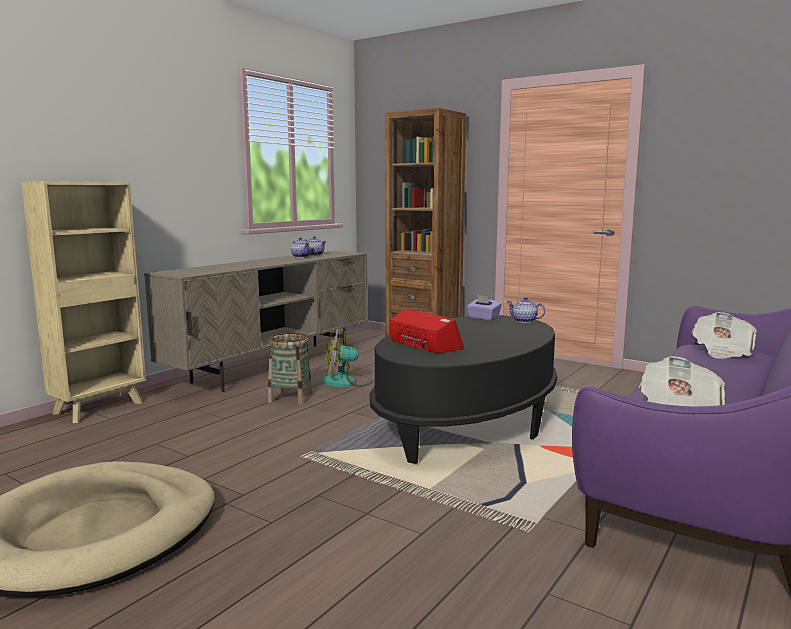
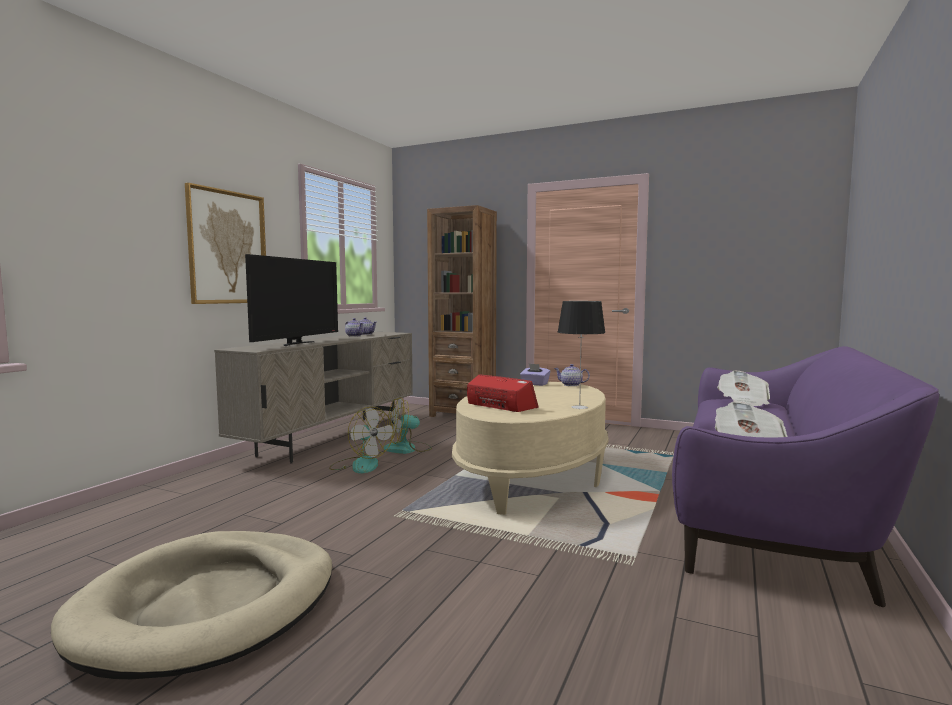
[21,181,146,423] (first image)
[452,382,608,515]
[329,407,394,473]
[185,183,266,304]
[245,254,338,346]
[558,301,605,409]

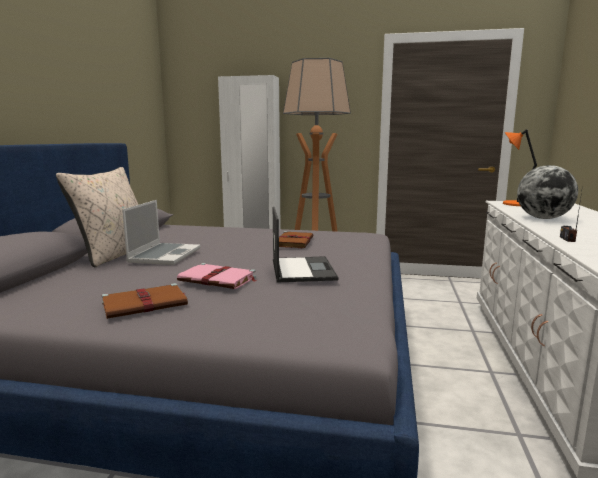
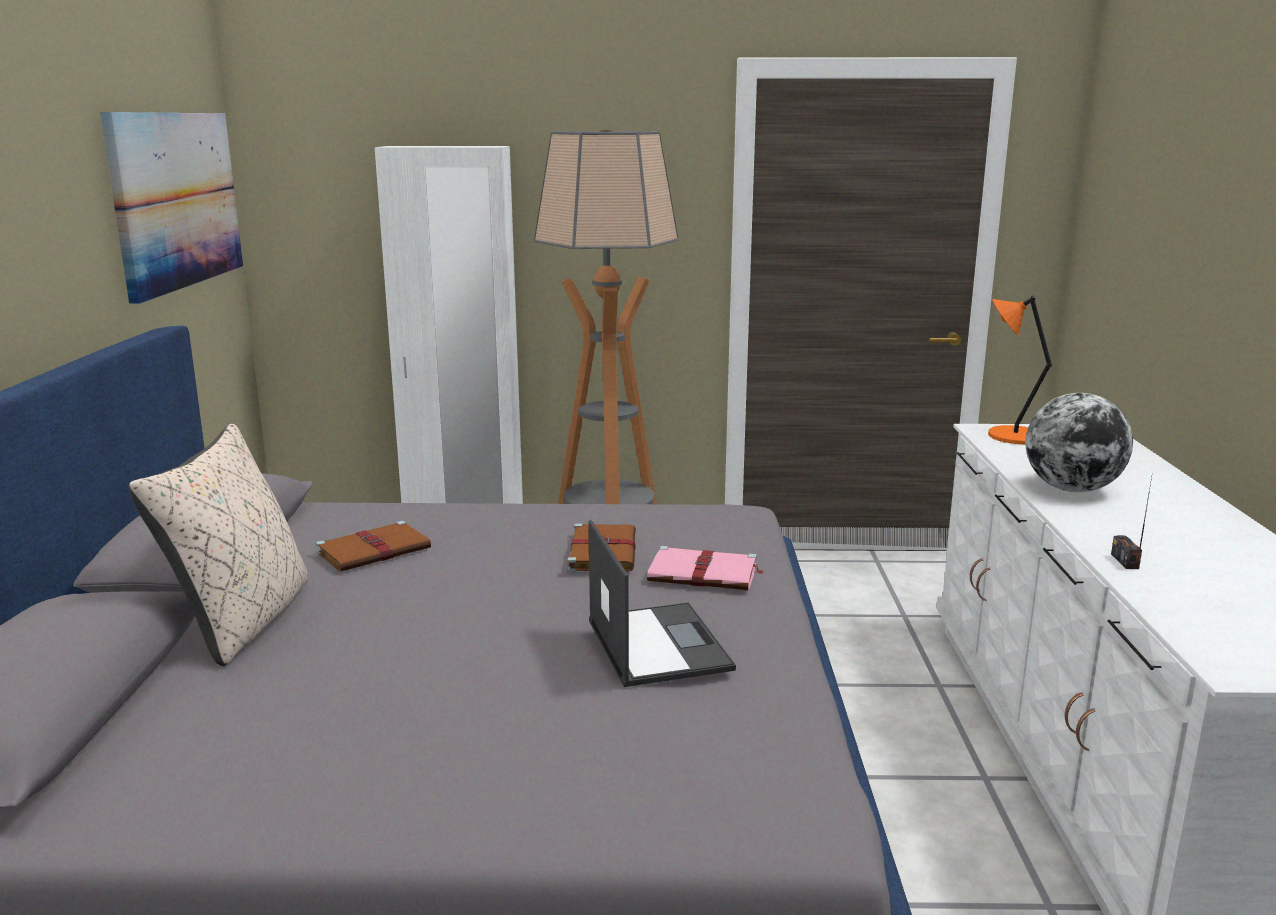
[122,200,201,265] (first image)
[647,546,764,590]
[315,521,431,572]
[100,112,243,304]

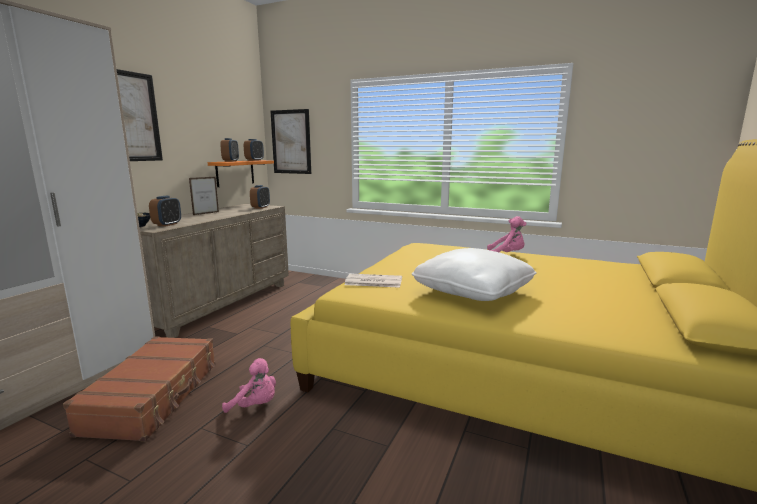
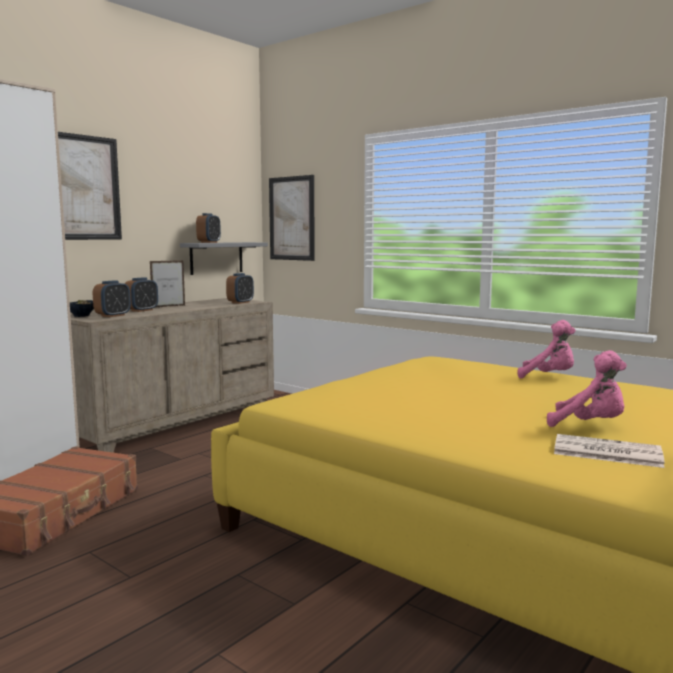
[125,277,158,312]
[180,242,268,275]
[412,248,537,301] (first image)
[554,434,665,468]
[547,350,627,427]

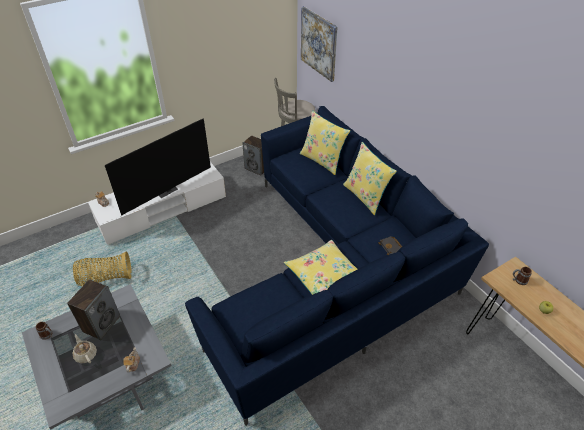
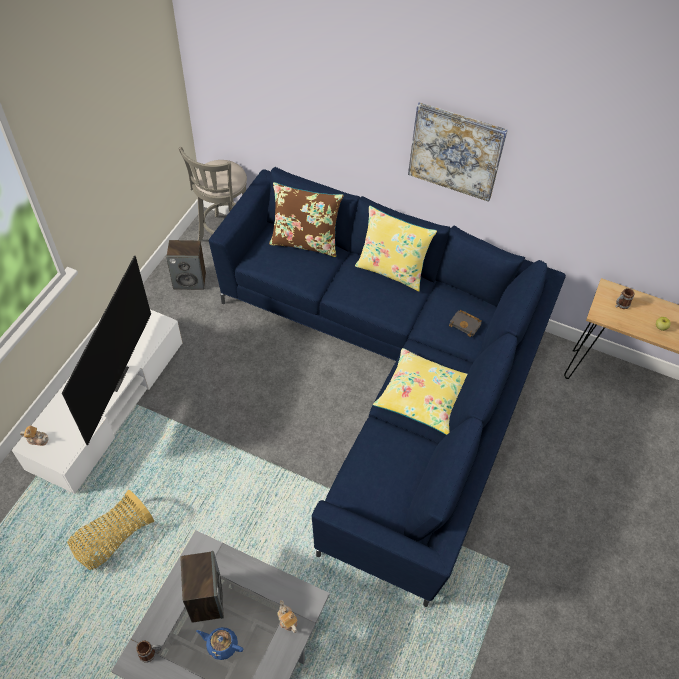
[408,102,508,202]
[269,182,344,257]
[196,627,243,660]

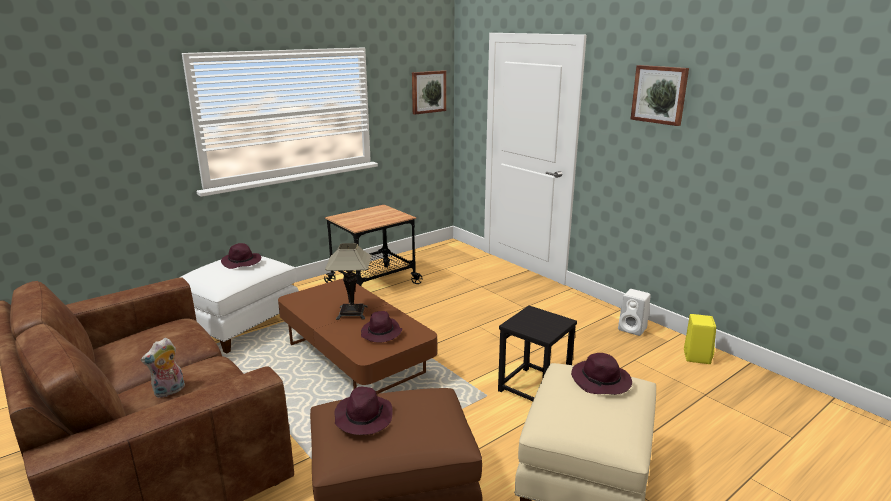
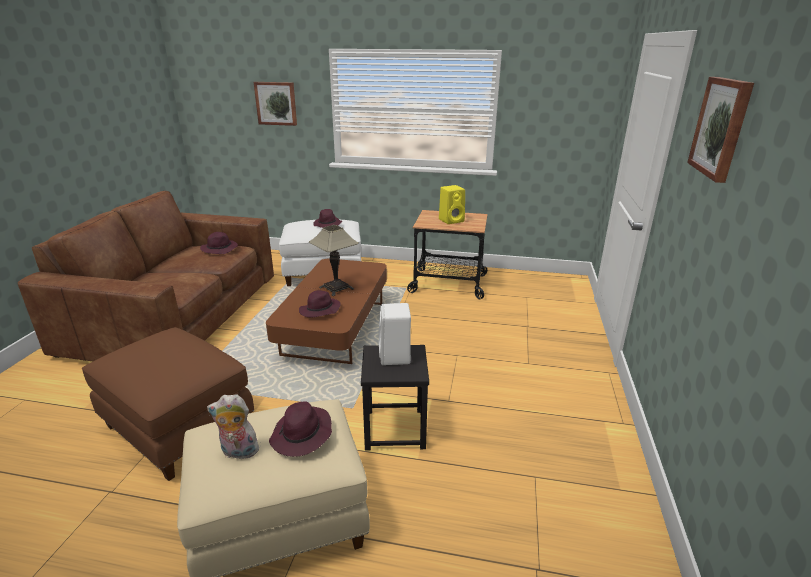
[254,82,297,126]
[379,303,411,365]
[439,185,465,224]
[207,394,259,462]
[200,232,238,254]

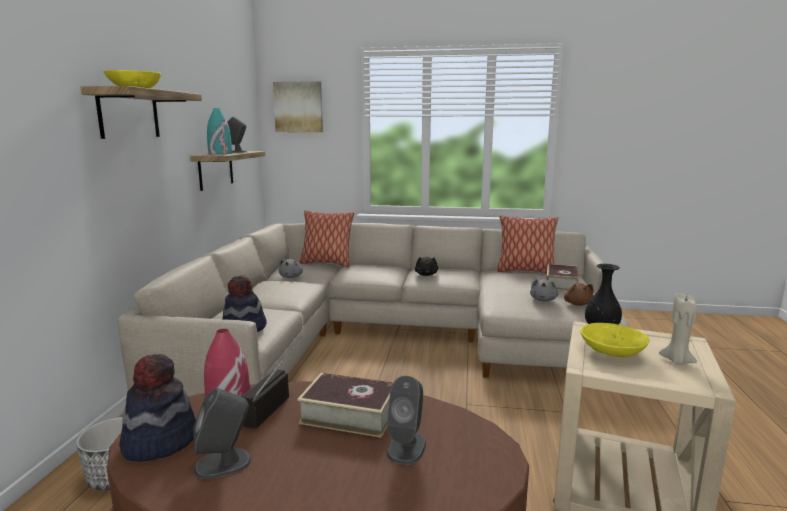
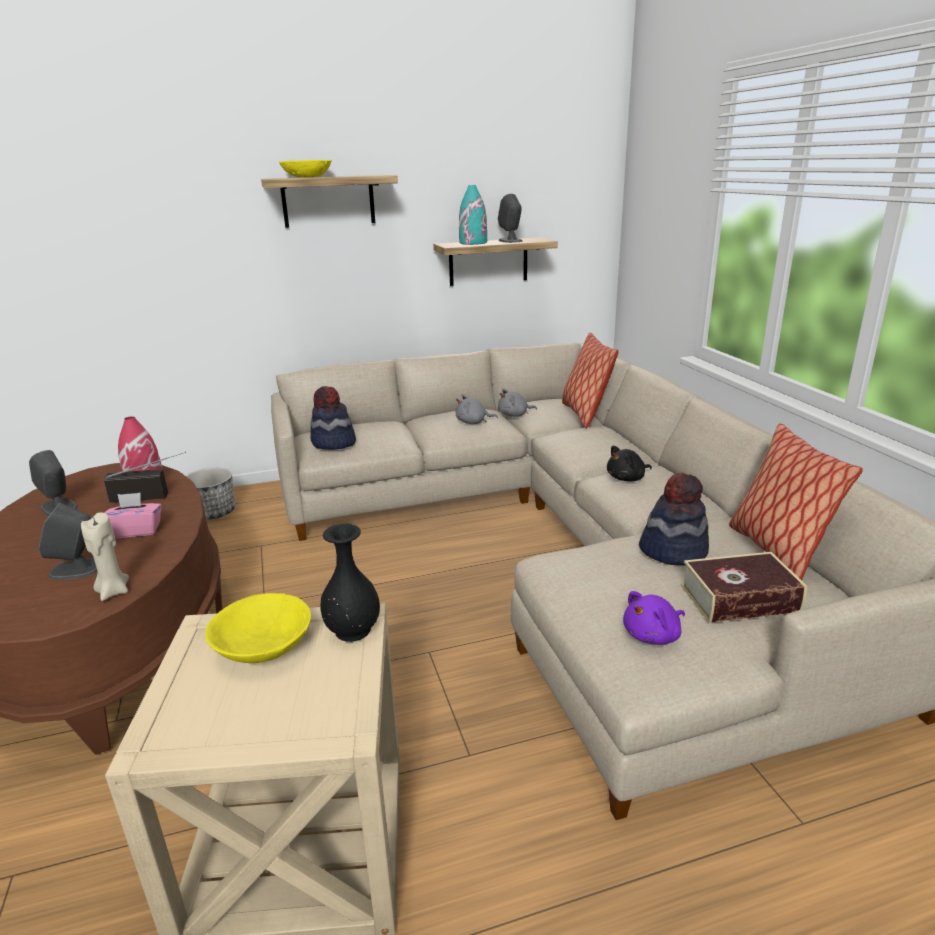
[273,81,323,132] (first image)
[456,394,498,424]
[623,591,685,645]
[81,512,129,601]
[639,473,709,566]
[104,493,162,539]

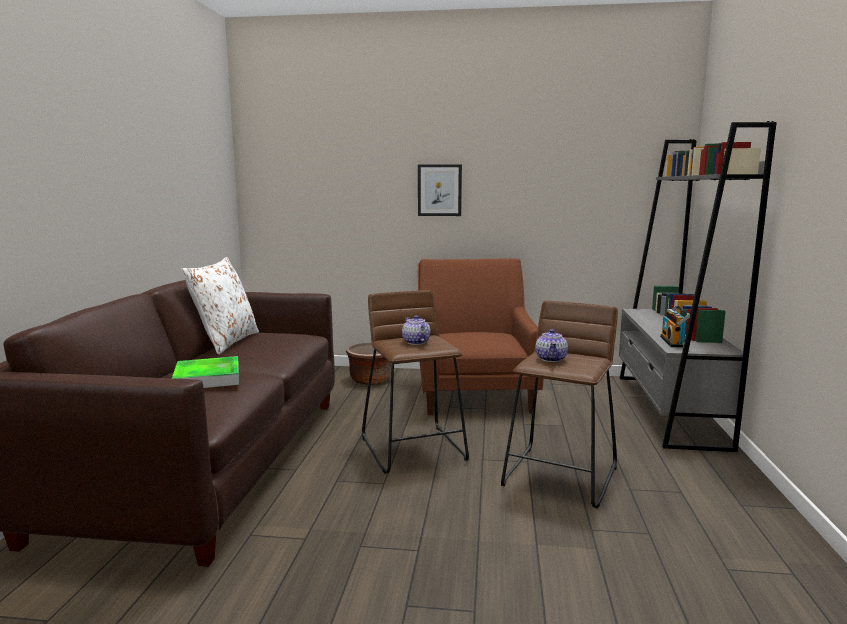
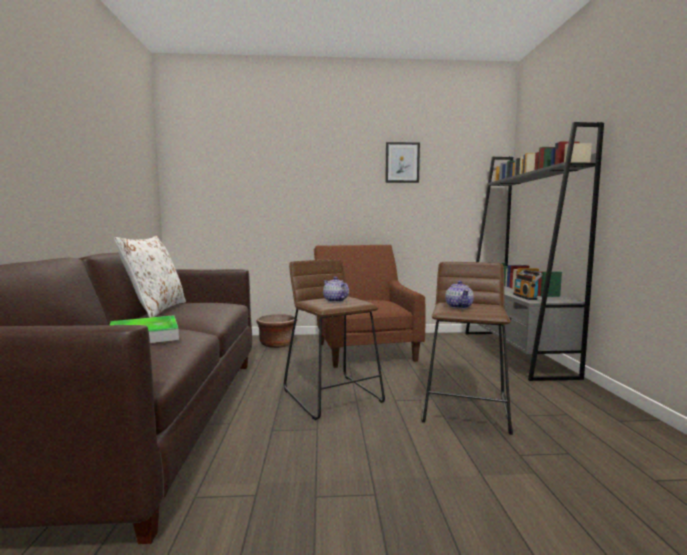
[385,142,420,183]

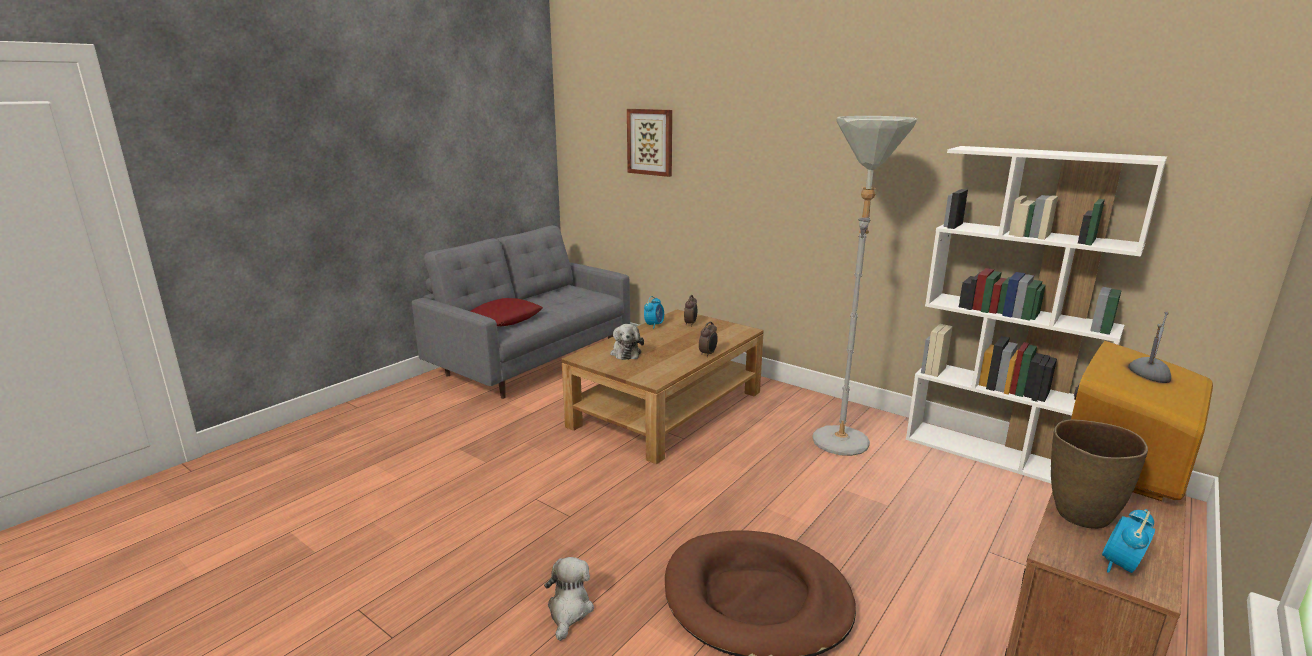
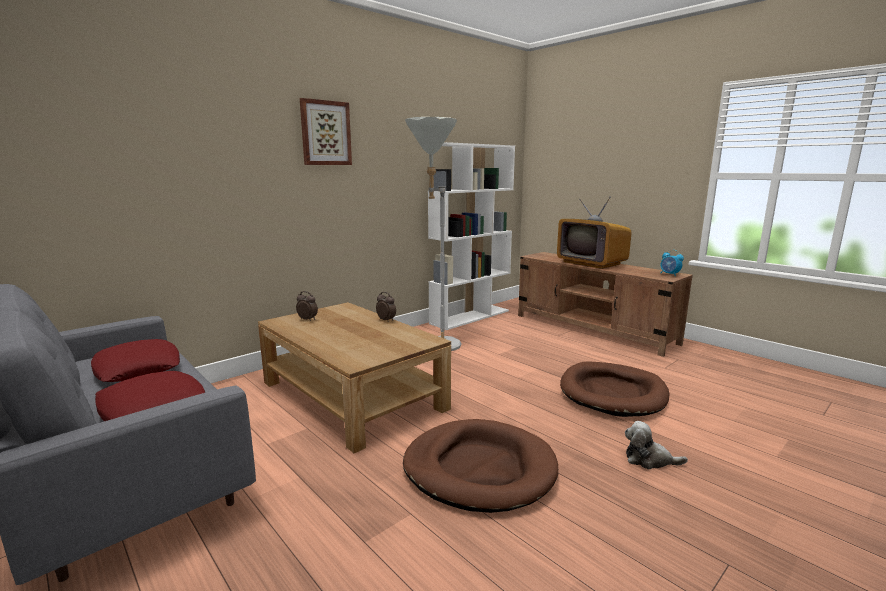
[300,98,352,165]
[644,296,664,329] (first image)
[610,324,644,360] (first image)
[1051,419,1148,529] (first image)
[91,339,180,382]
[403,419,558,513]

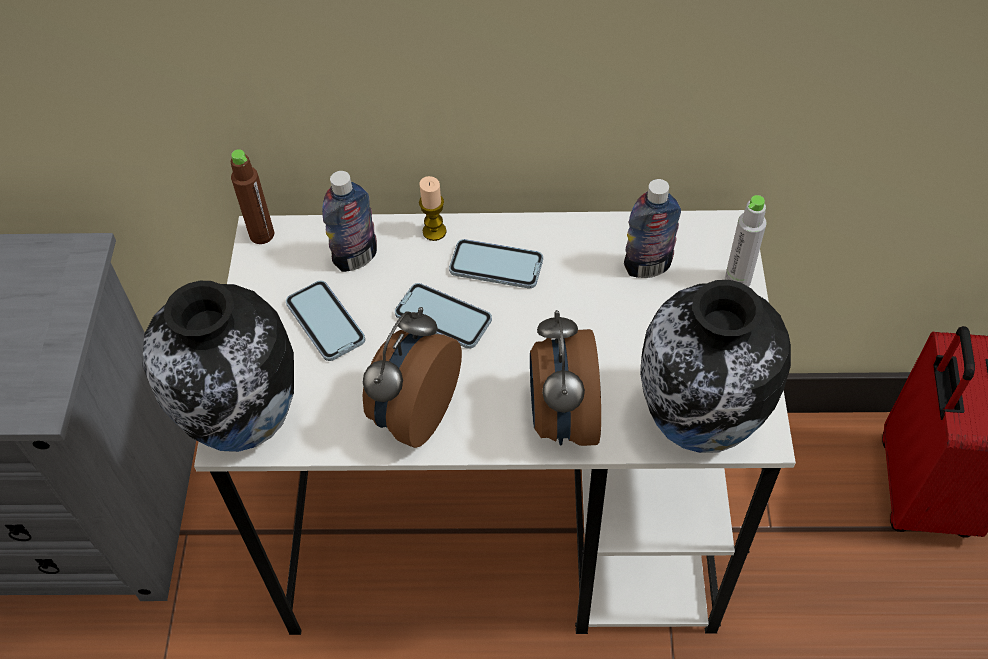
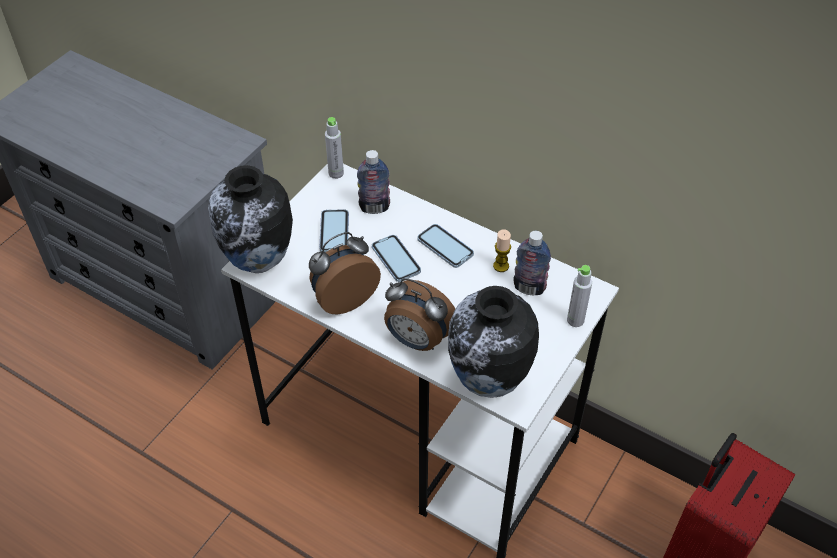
[325,117,344,179]
[493,229,511,272]
[384,278,455,351]

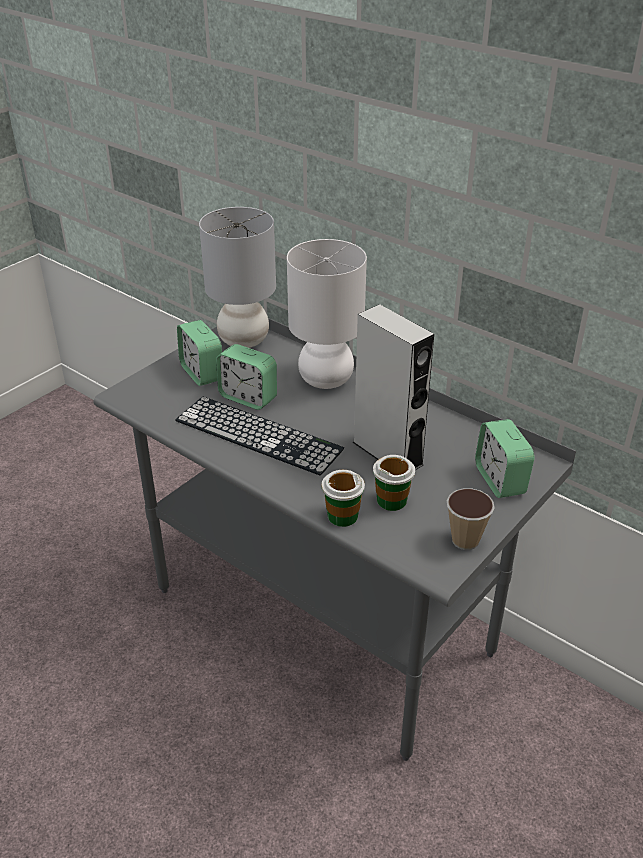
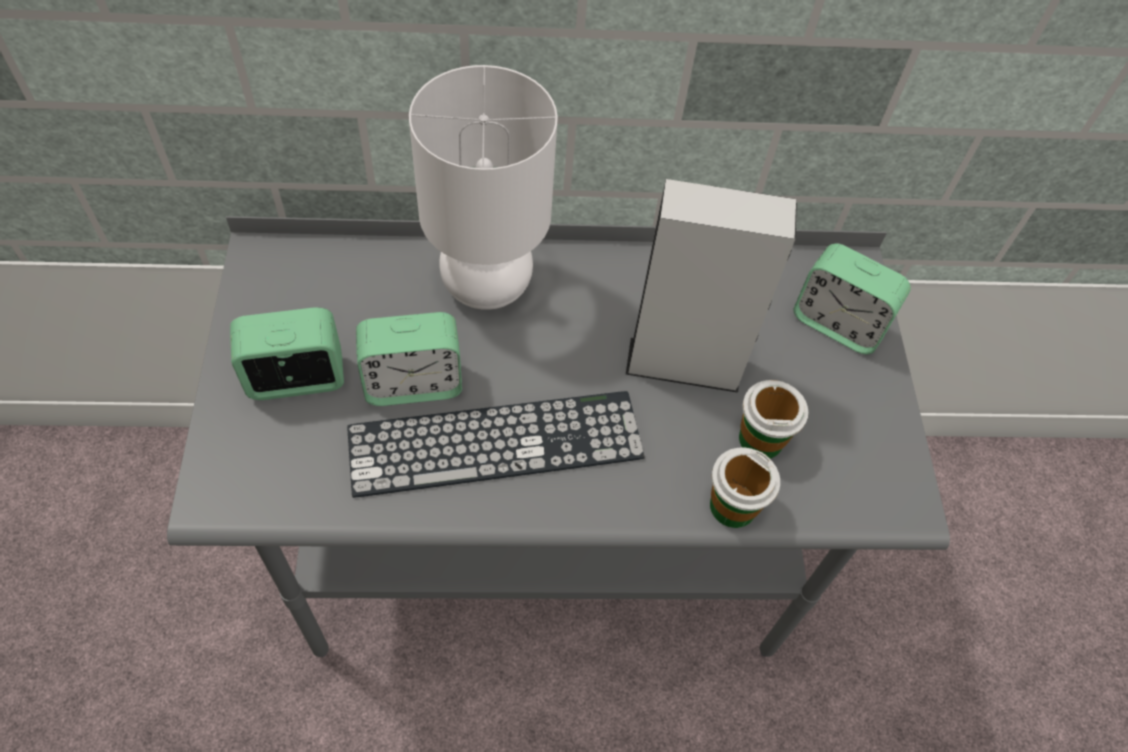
[199,207,276,348] (first image)
[230,307,344,400]
[447,488,495,550] (first image)

